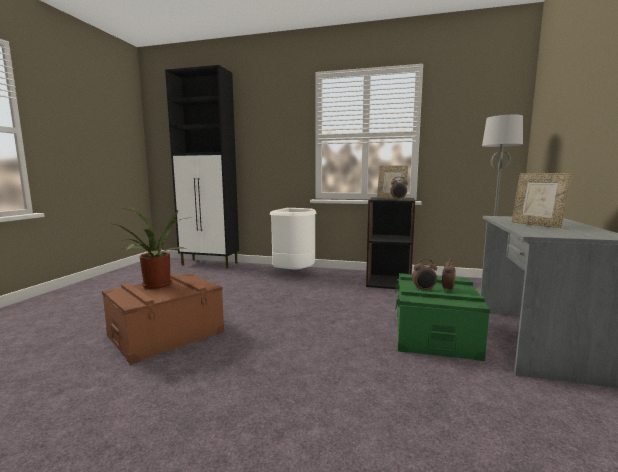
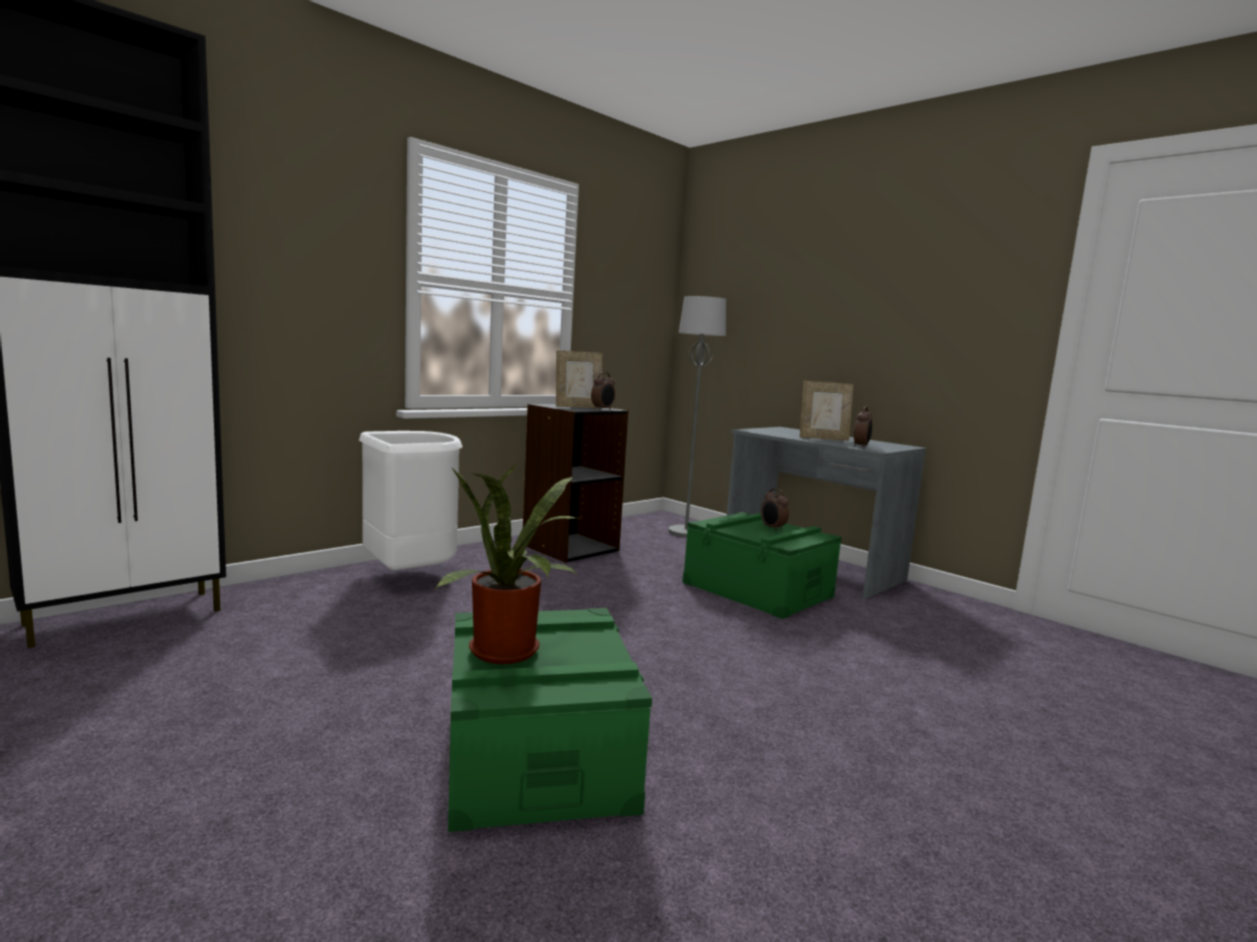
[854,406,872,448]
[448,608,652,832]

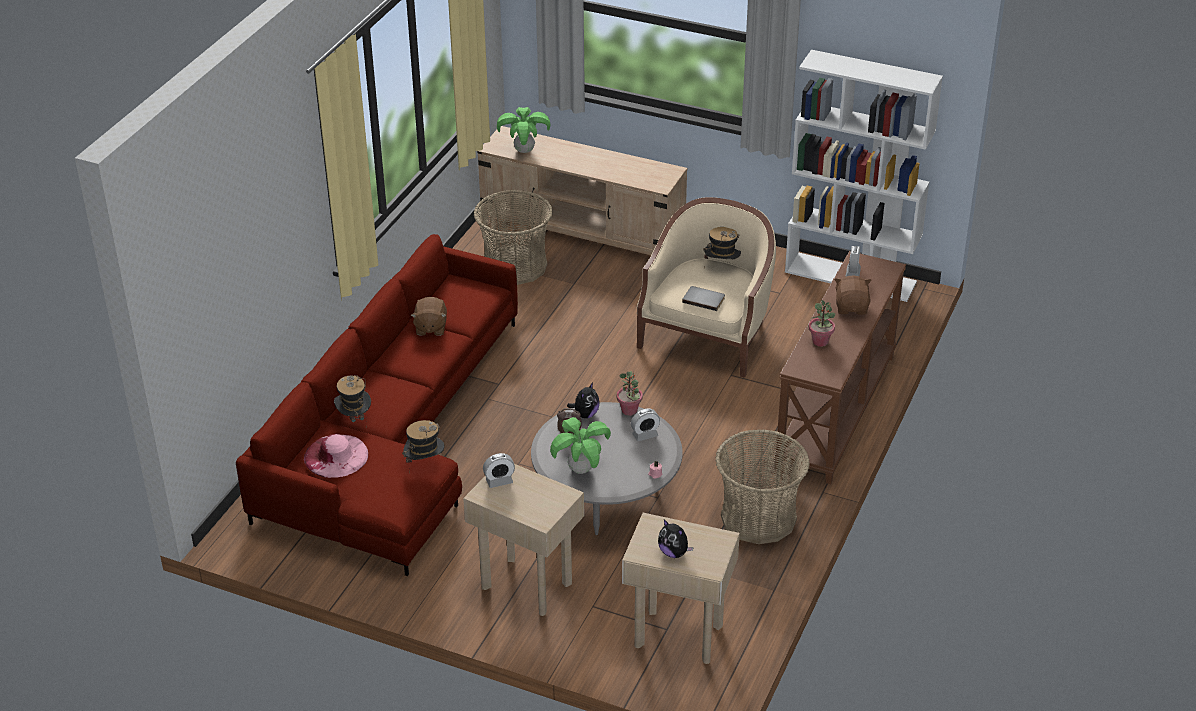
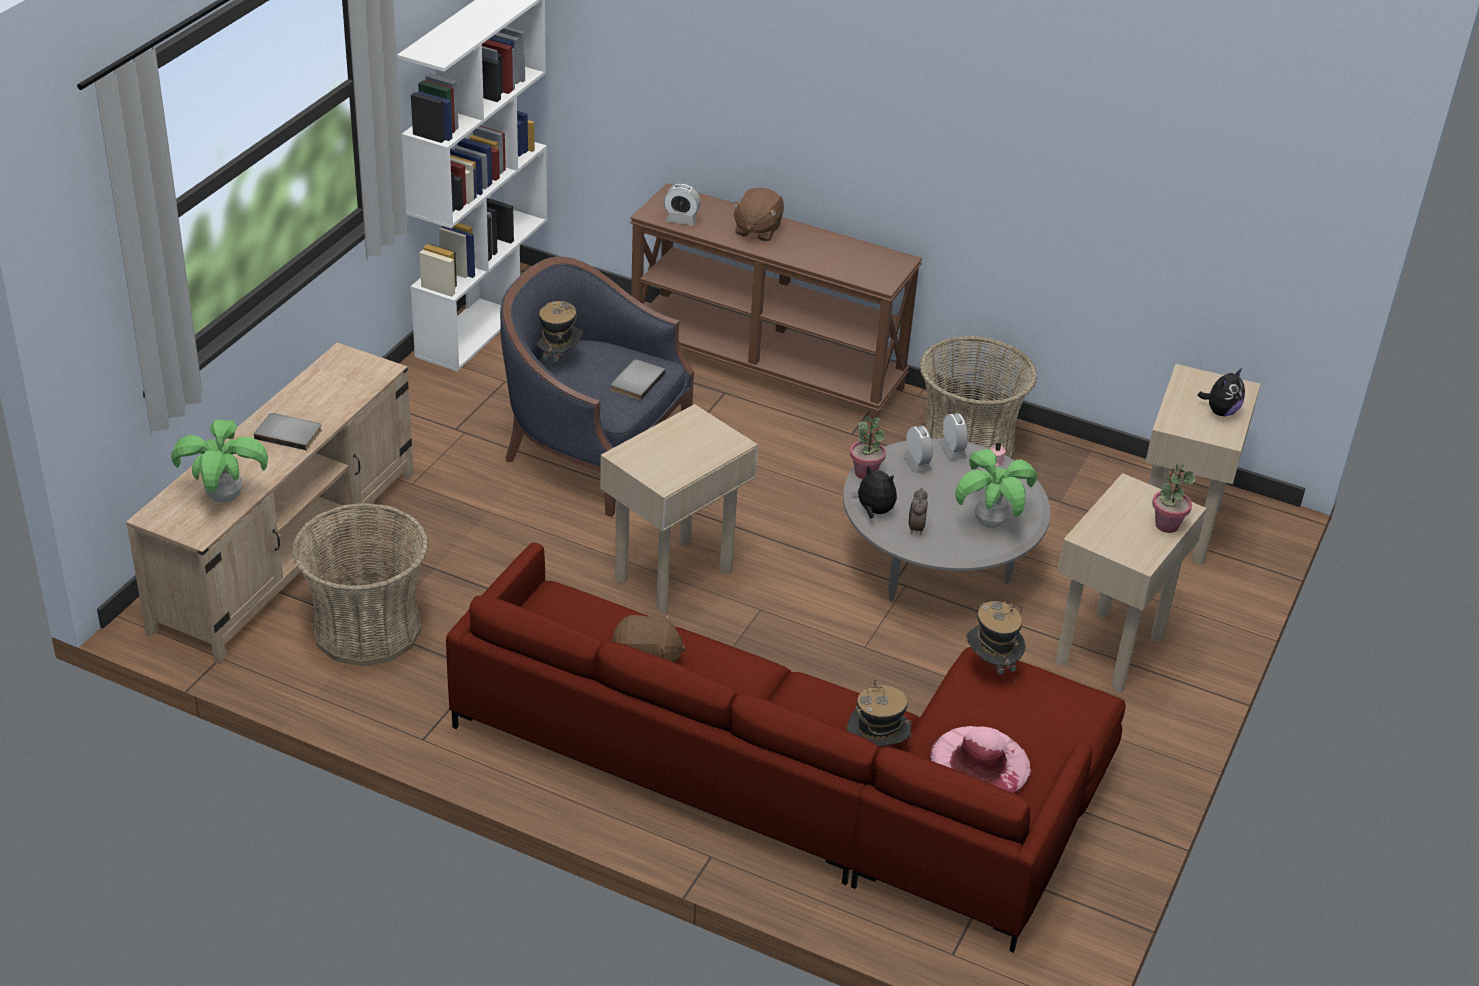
[500,257,694,517]
[732,188,784,241]
[1152,463,1196,533]
[939,413,968,460]
[600,404,758,614]
[254,413,322,451]

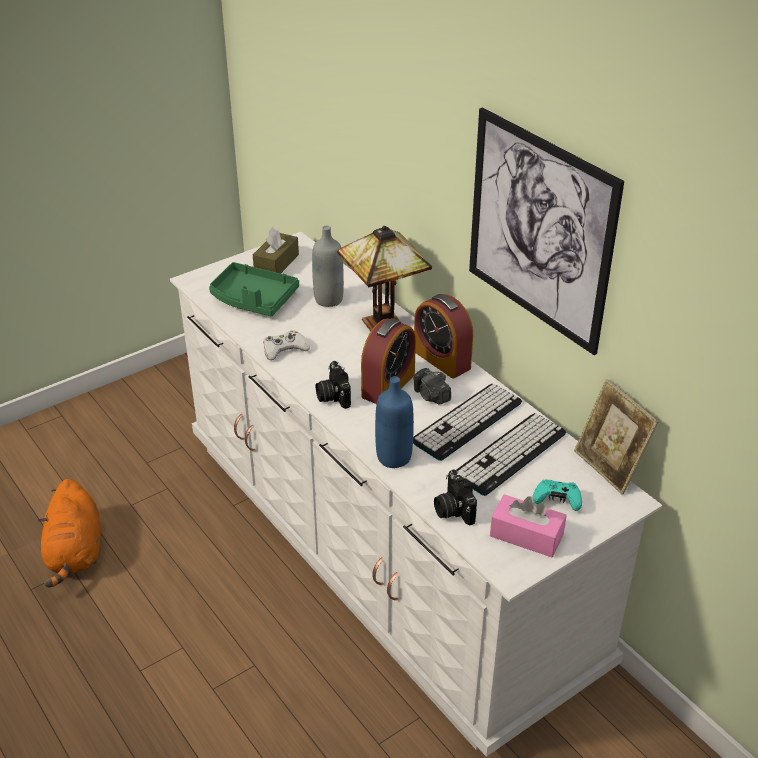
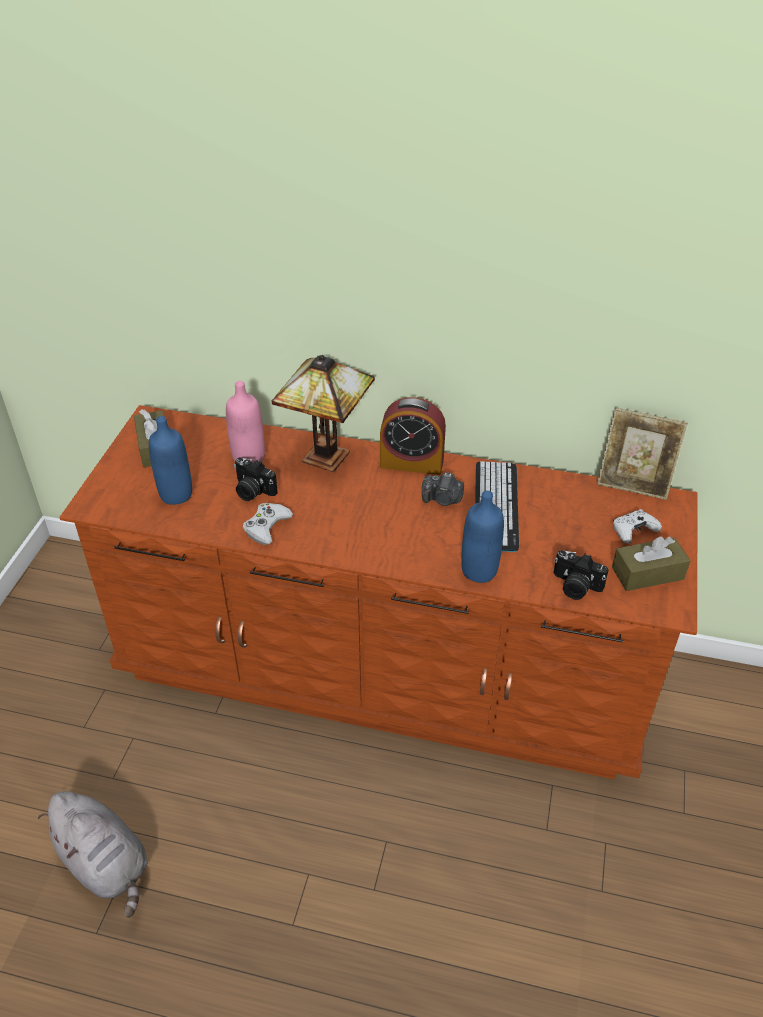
[469,108,624,355] (first image)
[226,381,265,463]
[59,405,698,779]
[149,416,192,505]
[361,318,416,404] (first image)
[234,457,278,501]
[456,413,566,496] (first image)
[38,791,148,917]
[613,509,662,544]
[612,536,691,591]

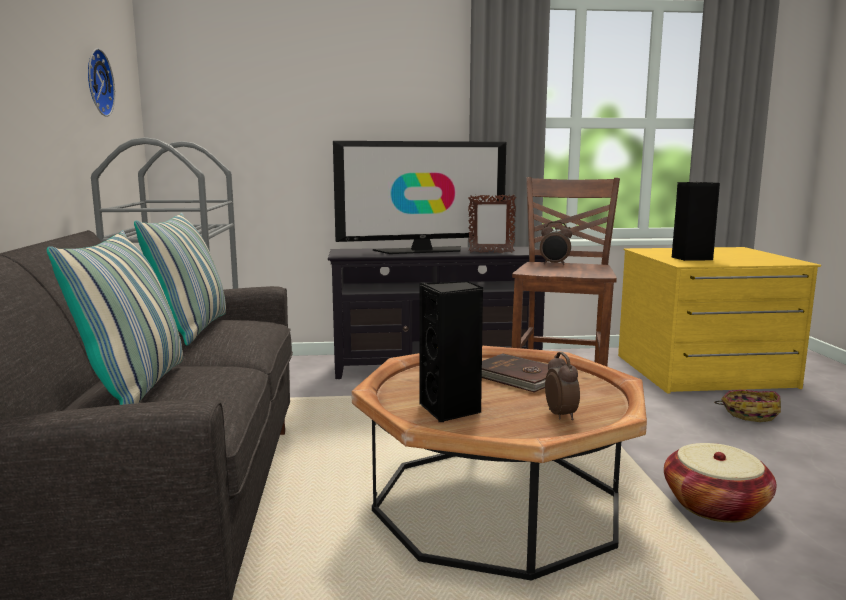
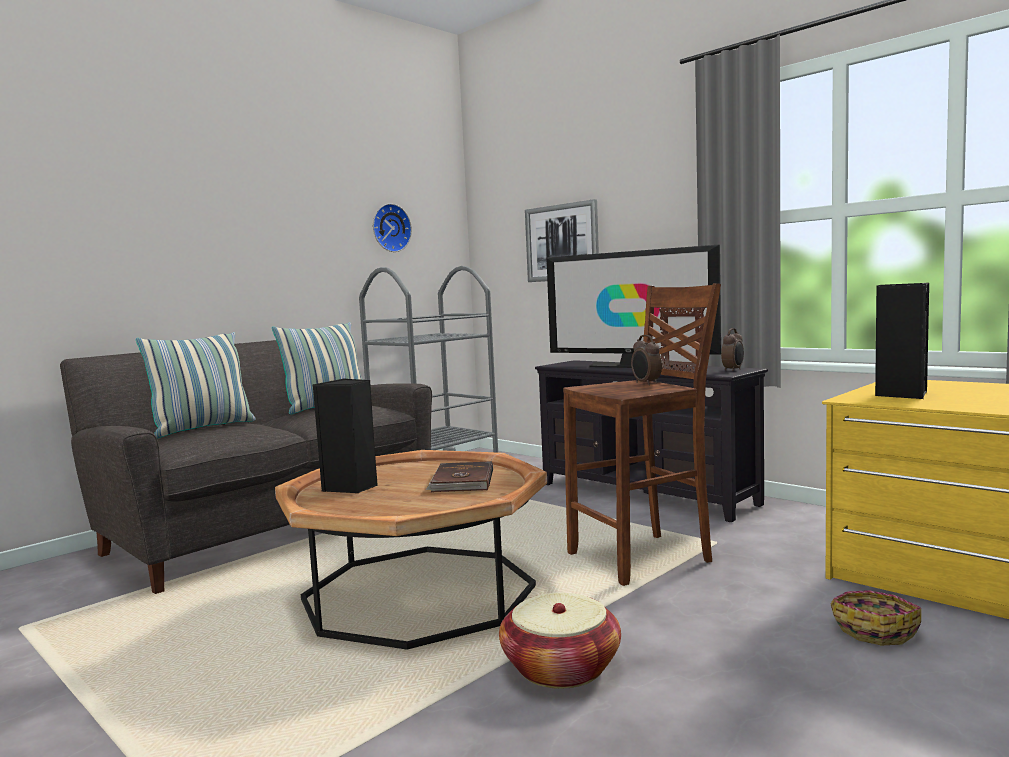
[721,328,744,371]
[525,199,599,282]

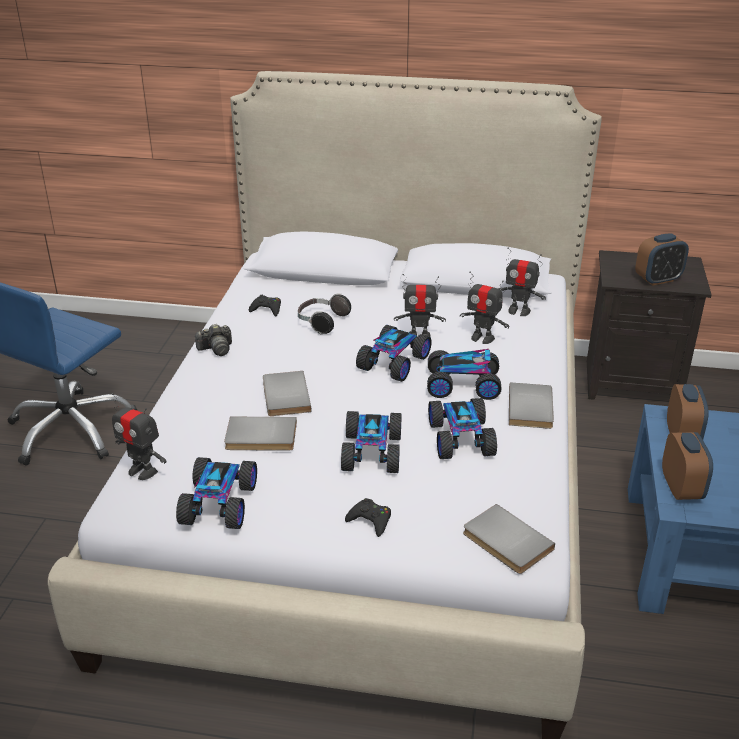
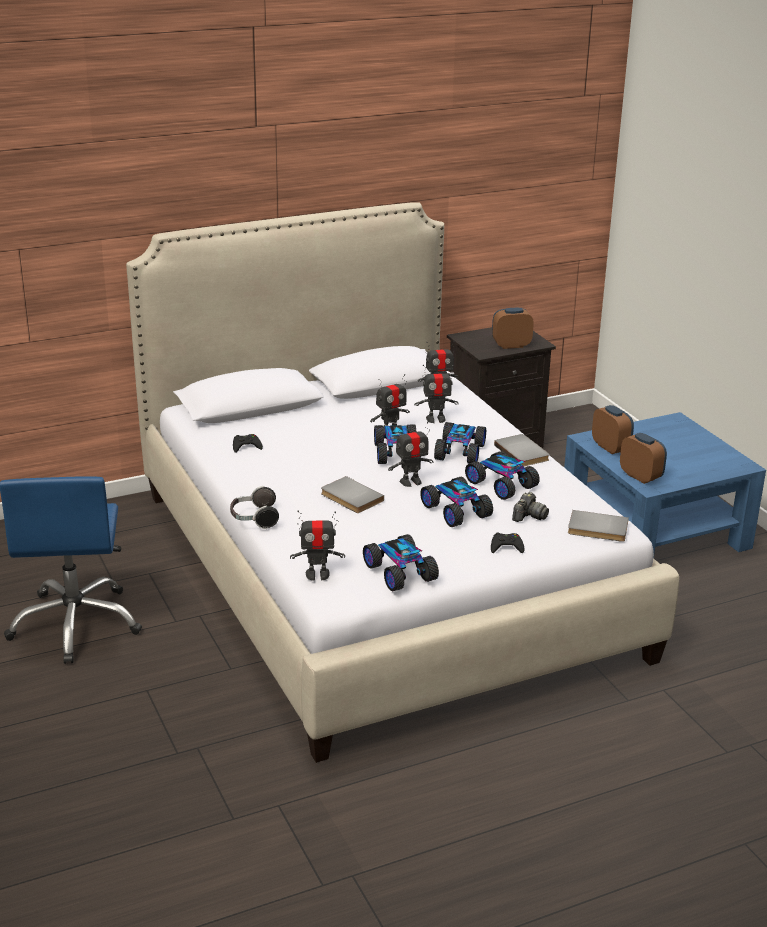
[492,308,534,349]
[230,486,279,529]
[512,492,549,522]
[434,422,486,464]
[224,417,297,451] (first image)
[388,422,434,487]

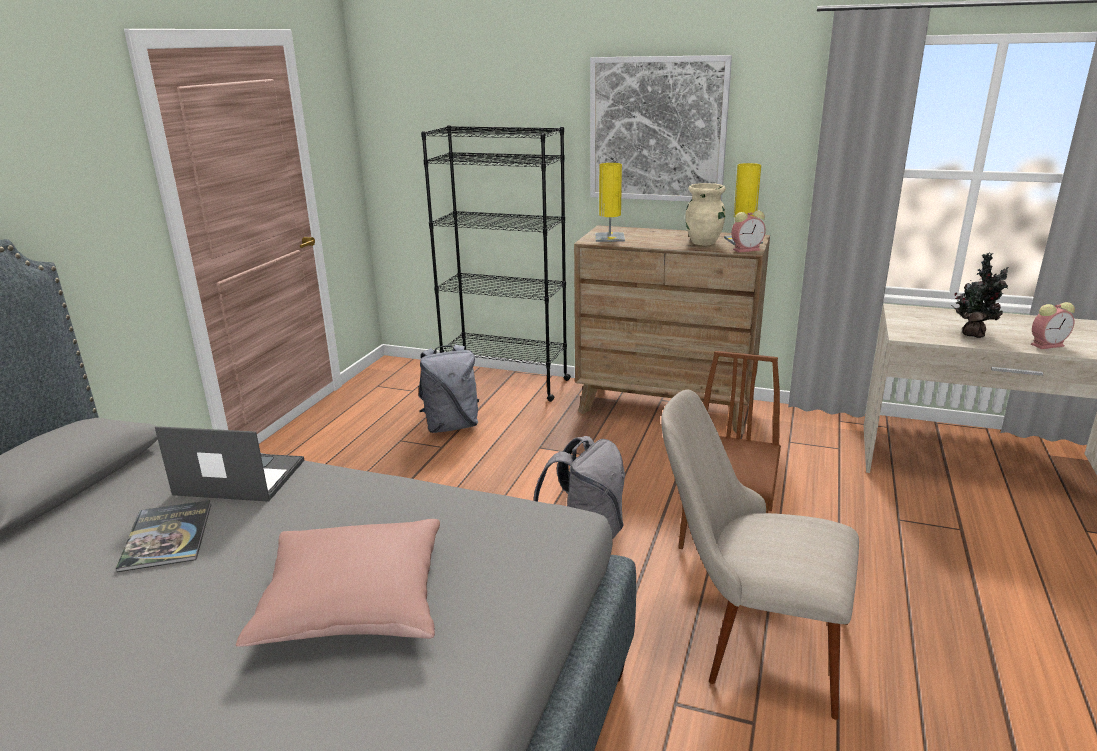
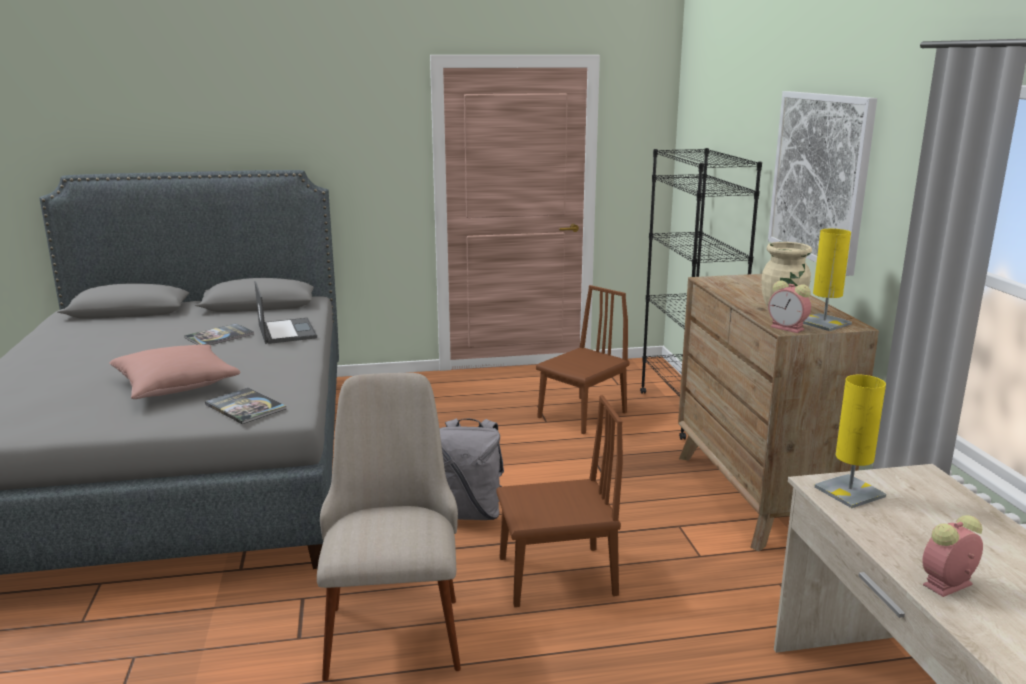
[814,375,886,508]
[951,253,1009,338] (first image)
[922,515,983,597]
[536,285,629,434]
[205,388,286,424]

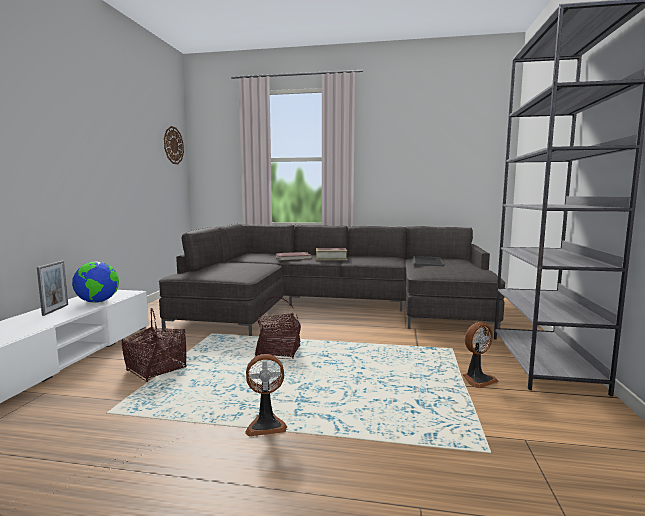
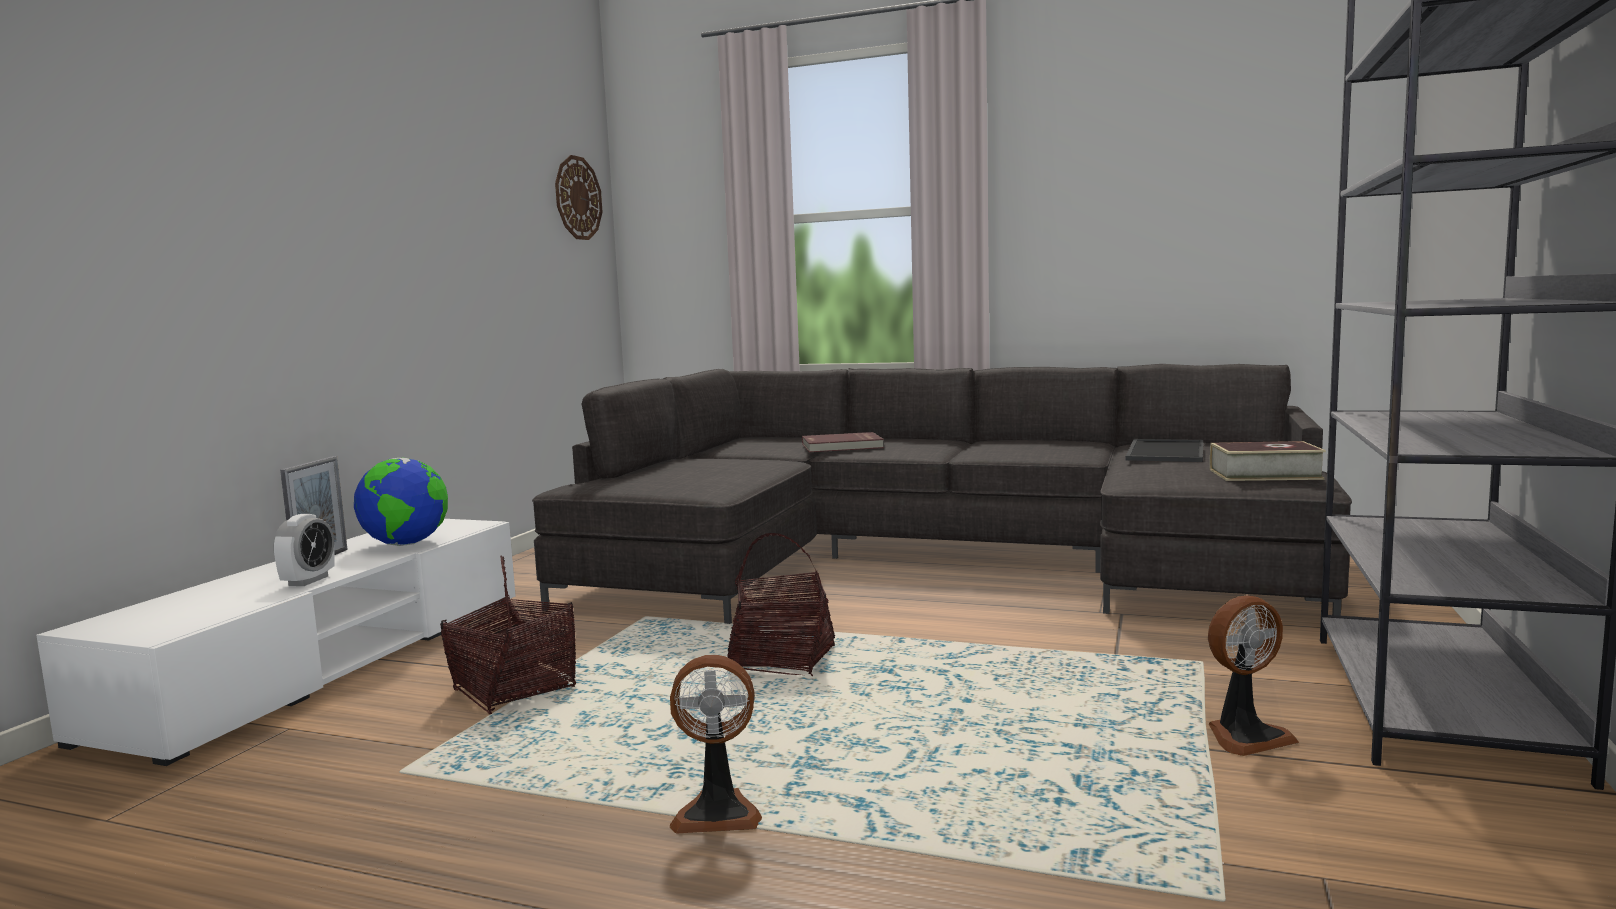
[1210,441,1326,481]
[273,514,335,586]

